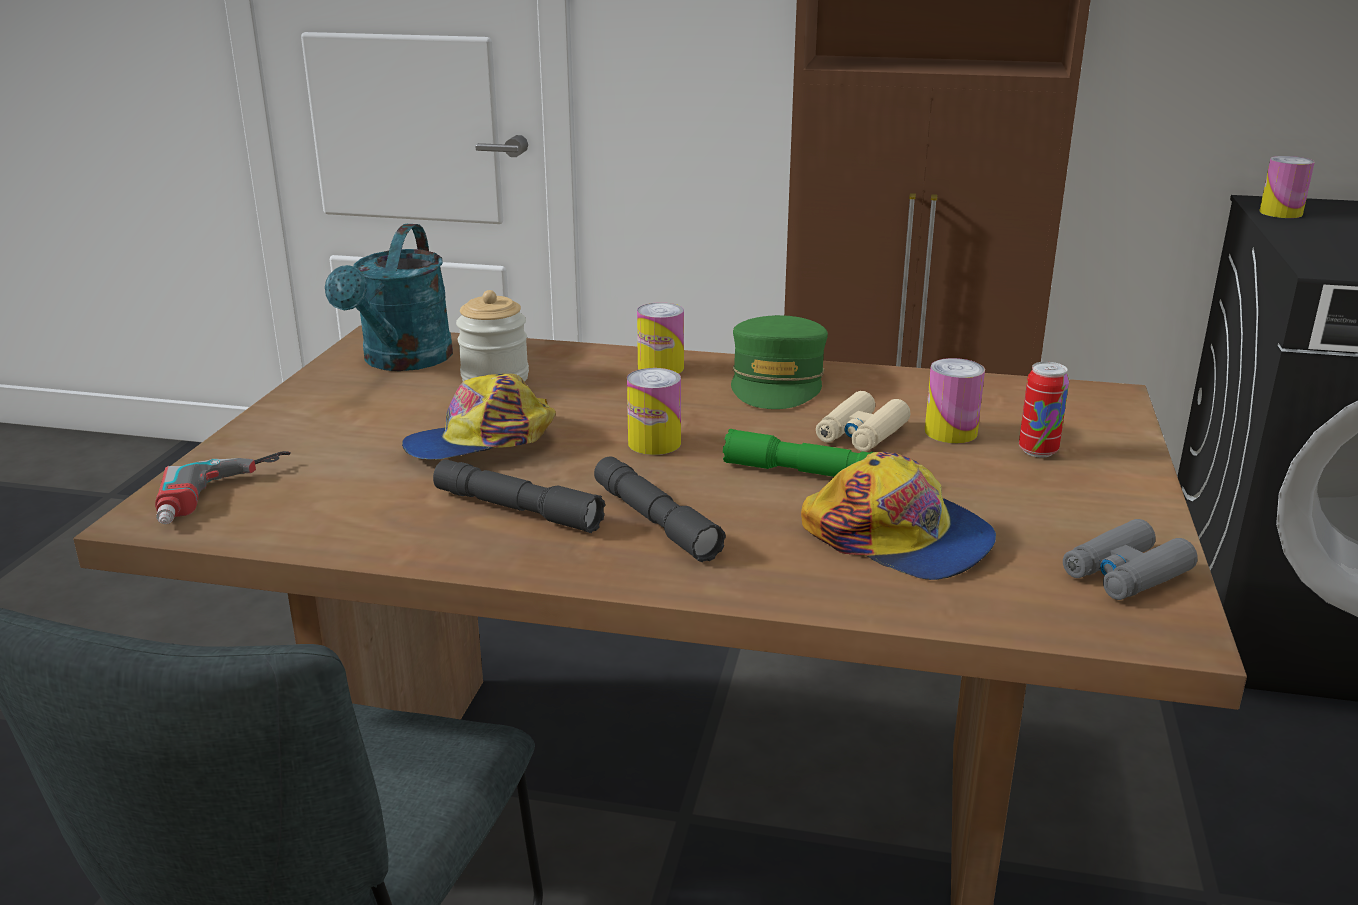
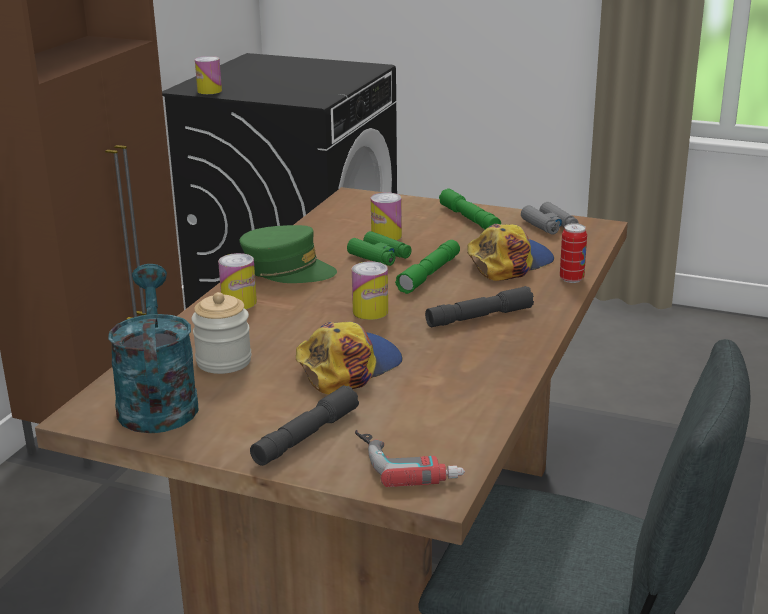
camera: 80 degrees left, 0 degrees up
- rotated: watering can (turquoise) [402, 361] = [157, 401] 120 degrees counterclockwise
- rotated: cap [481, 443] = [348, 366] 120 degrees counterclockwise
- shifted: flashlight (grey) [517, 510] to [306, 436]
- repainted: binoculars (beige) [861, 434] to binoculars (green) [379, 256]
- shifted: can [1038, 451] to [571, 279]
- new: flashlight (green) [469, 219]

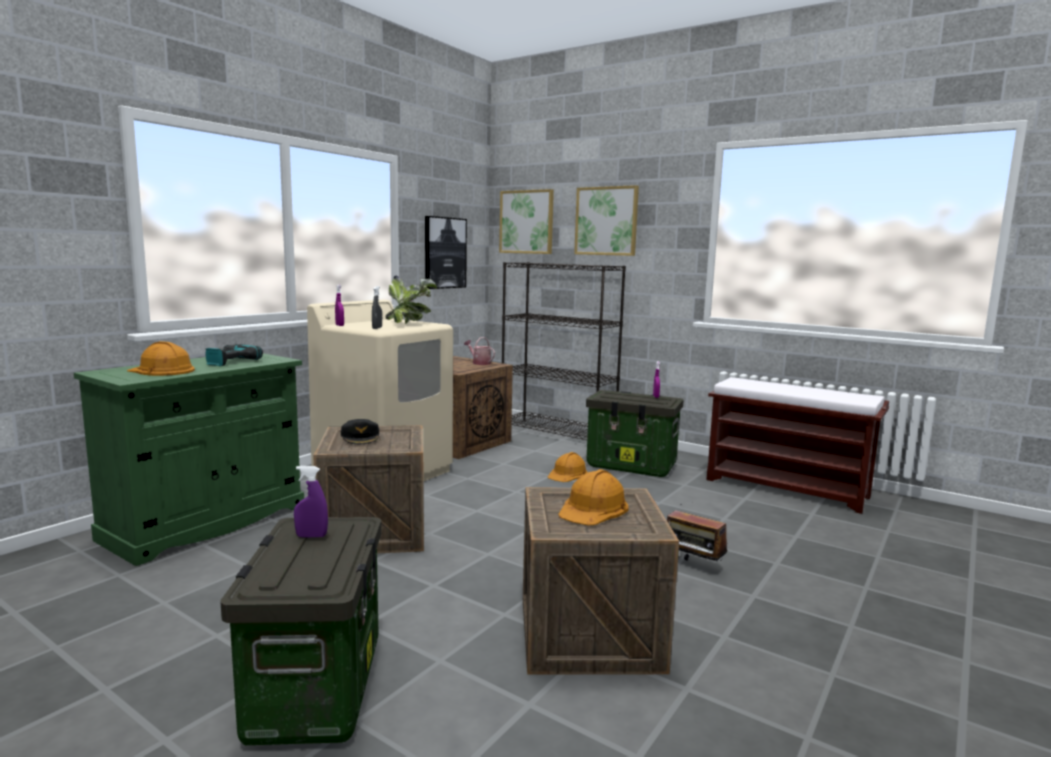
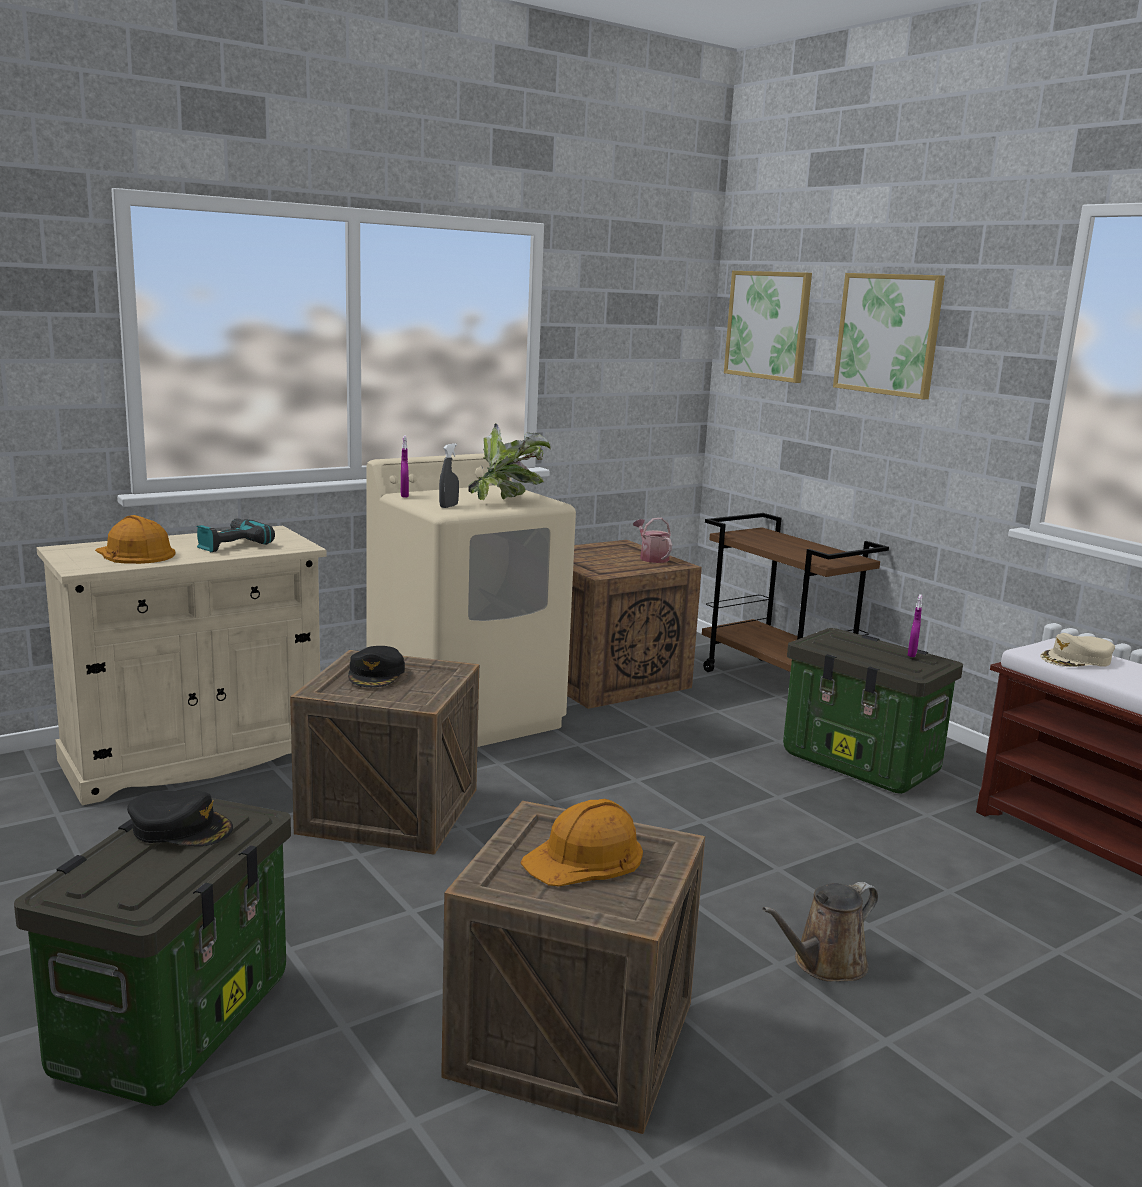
camera: 20 degrees right, 5 degrees up
- repainted: cabinet (green) [206, 522] to cabinet (beige) [194, 757]
- swapped: spray bottle (purple) [311, 536] to cap (black) [181, 828]
- gone: picture [444, 253]
- swapped: bookcase (black) [558, 433] to cart (brown) [779, 684]
- gone: hard hat (orange) [568, 474]
- swapped: radio [693, 565] to watering can (brown) [825, 964]
- new: cap (beige) [1077, 659]

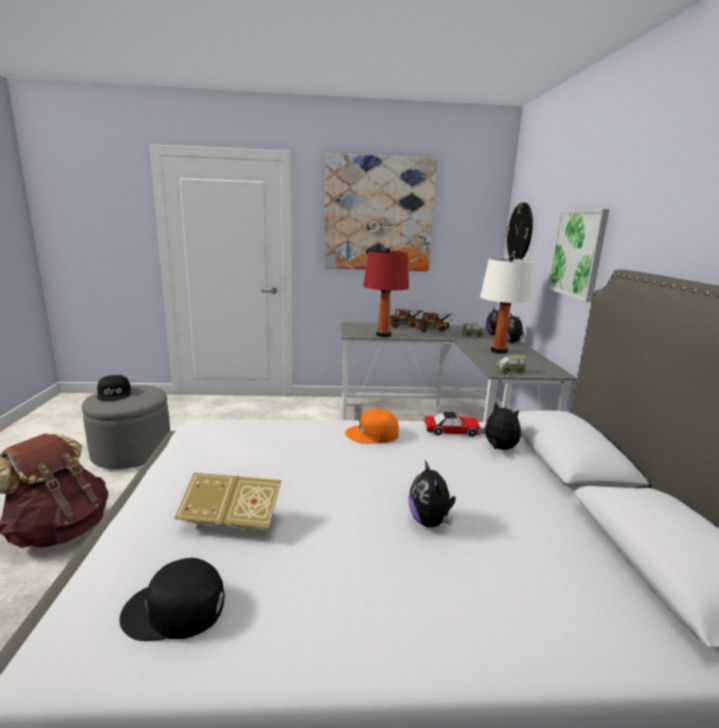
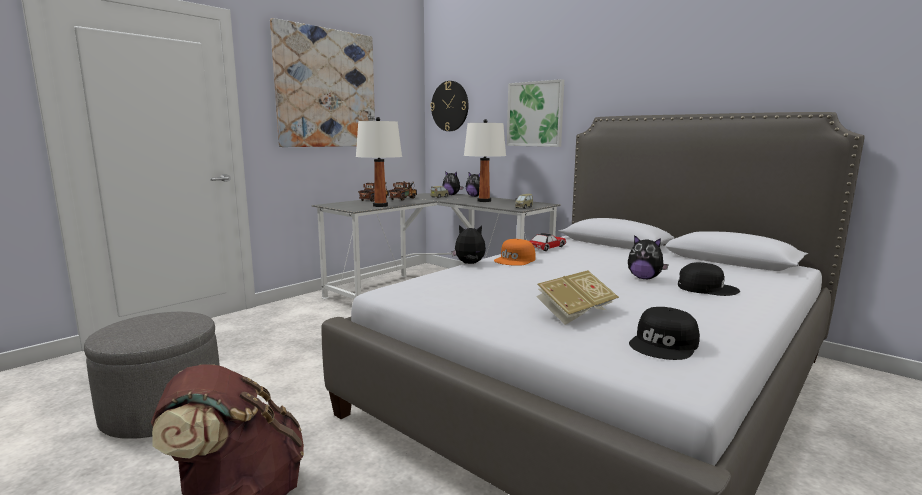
camera: 45 degrees left, 5 degrees down
- shifted: cap (black) [115, 393] to [706, 288]
- repainted: table lamp (red) [383, 335] to table lamp (white) [380, 206]
- shifted: plush toy [498, 448] to [469, 264]

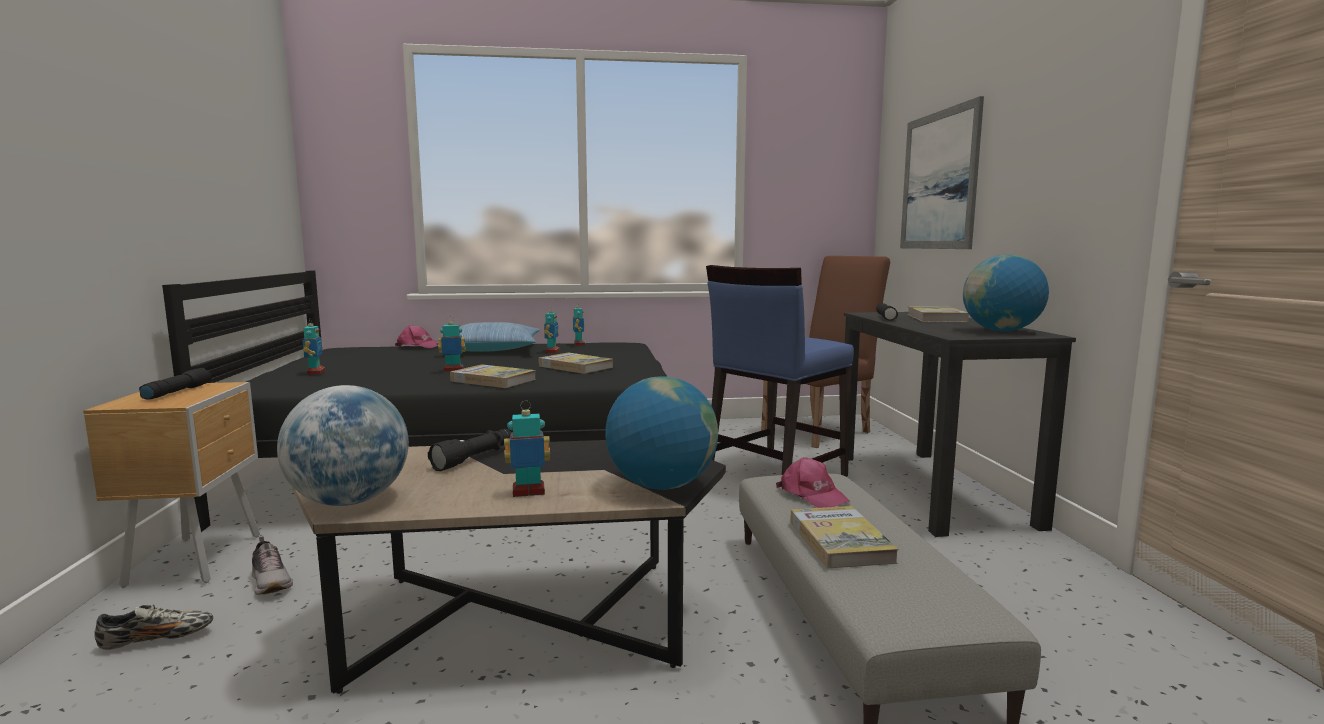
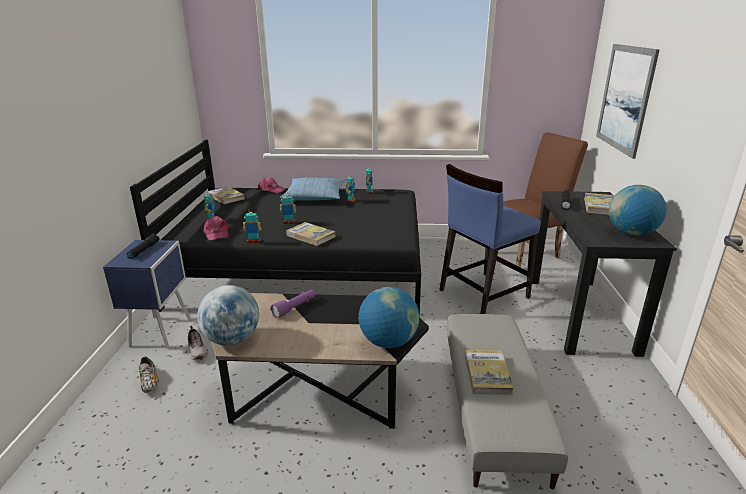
camera: 10 degrees right, 15 degrees up
- repainted: nightstand (brown) [199, 559] to nightstand (blue) [162, 330]
- rotated: shoe [157, 639] = [149, 381] 75 degrees clockwise
- repainted: flashlight (black) [475, 458] to flashlight (purple) [295, 308]
- shifted: toy robot [528, 492] to [254, 242]
- shifted: book [575, 366] to [226, 197]
- shifted: cap (pink) [812, 495] to [216, 233]

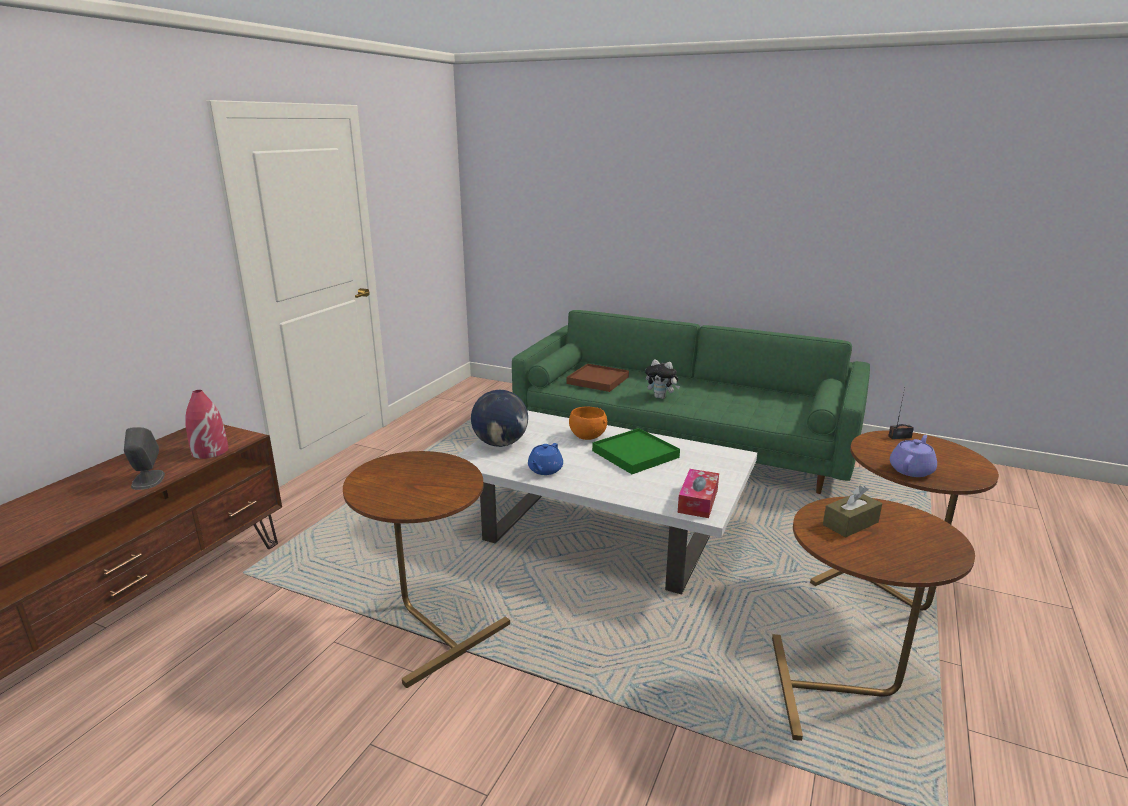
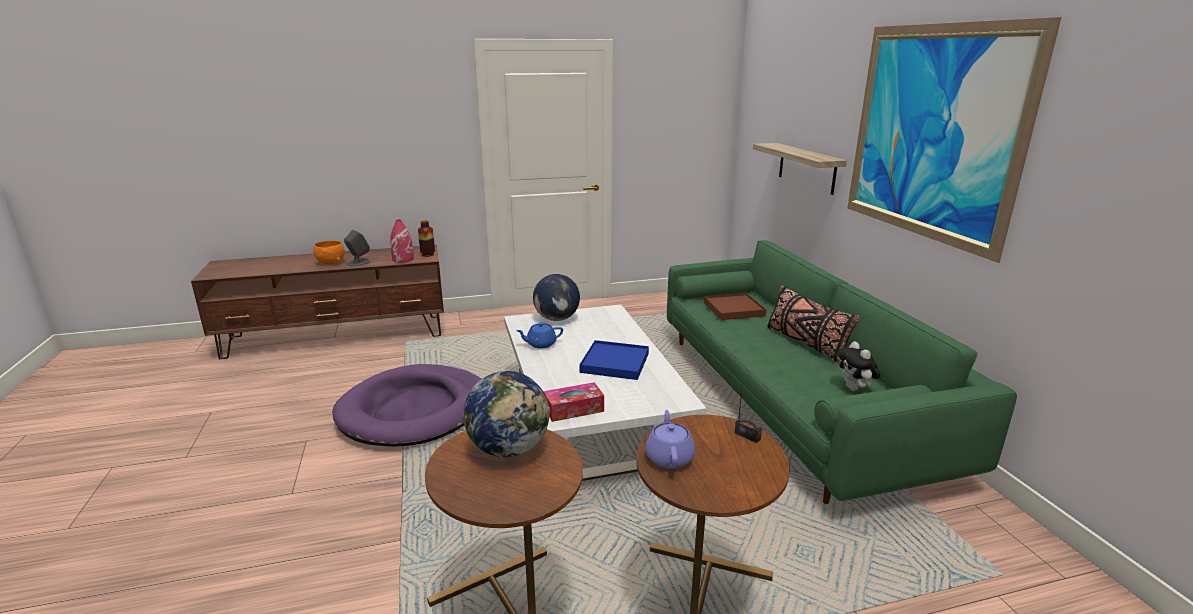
camera: 50 degrees right, 0 degrees up
- swapped: side table (brown) [428, 626] to dog bed (purple) [415, 410]
- shifted: bowl (orange) [587, 436] to [331, 262]
- repainted: tray (green) [635, 454] to tray (blue) [614, 363]
- shifted: plush toy [661, 397] to [855, 389]
- swapped: tissue box (brown) [850, 523] to globe [509, 449]
- rotated: teapot (purple) [911, 470] = [669, 457] 90 degrees counterclockwise
- new: vase [428, 254]
- new: shelf [807, 168]
- new: pillow (black) [806, 343]
- new: picture [931, 133]

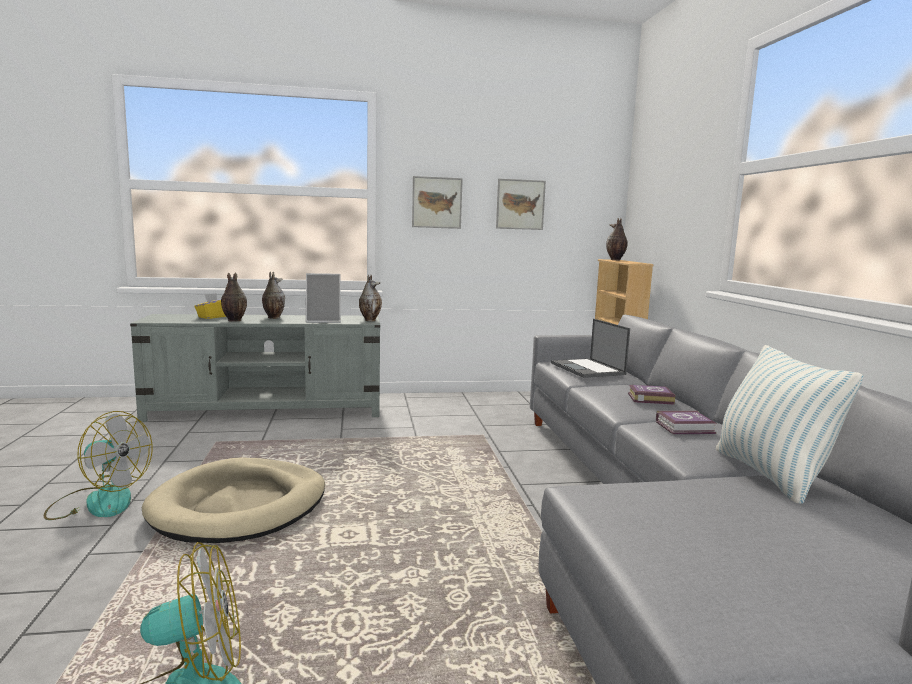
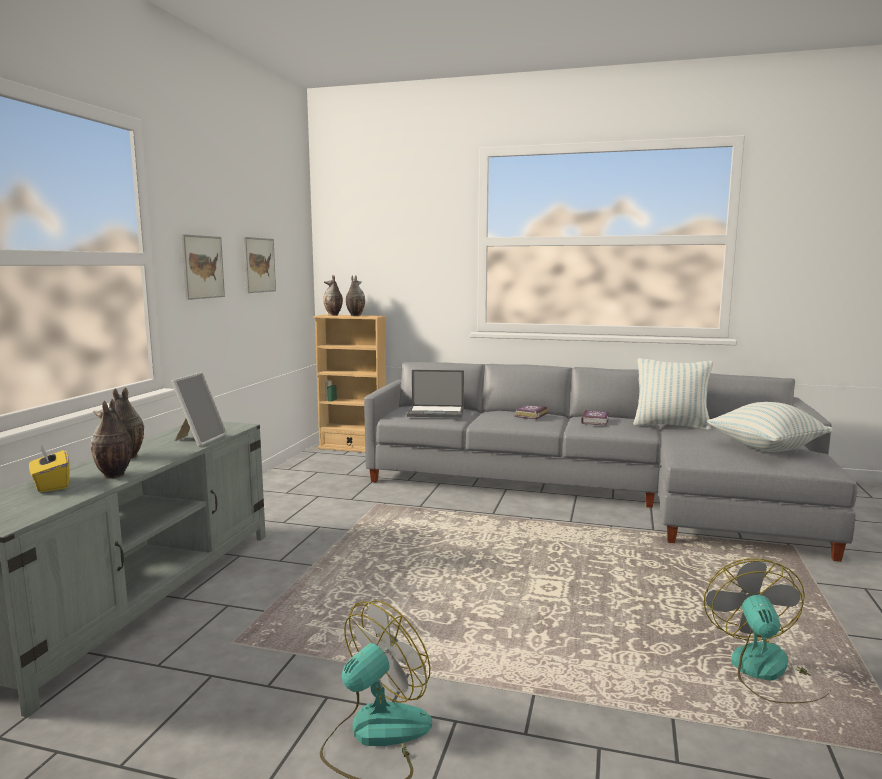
camera: 65 degrees left, 0 degrees up
- gone: dog bed (beige) [240, 506]
- shifted: vase [370, 320] to [355, 315]
- new: pillow [766, 448]

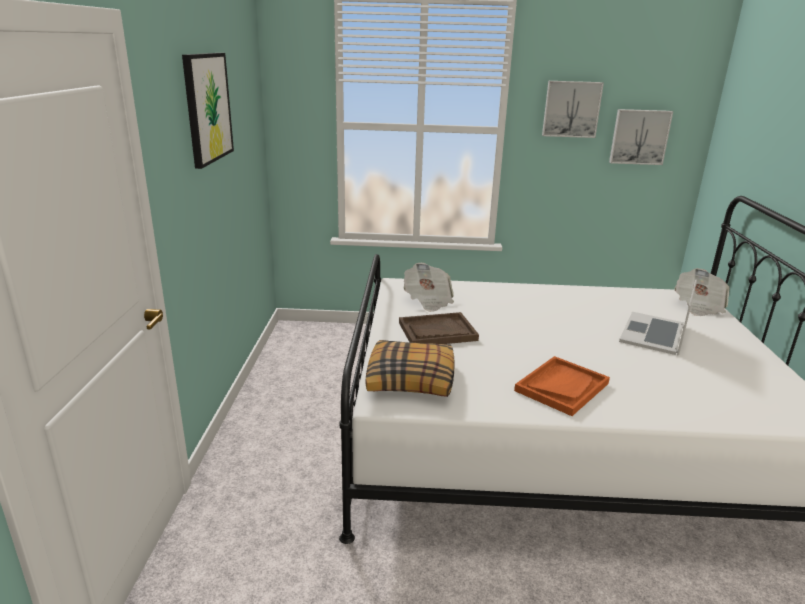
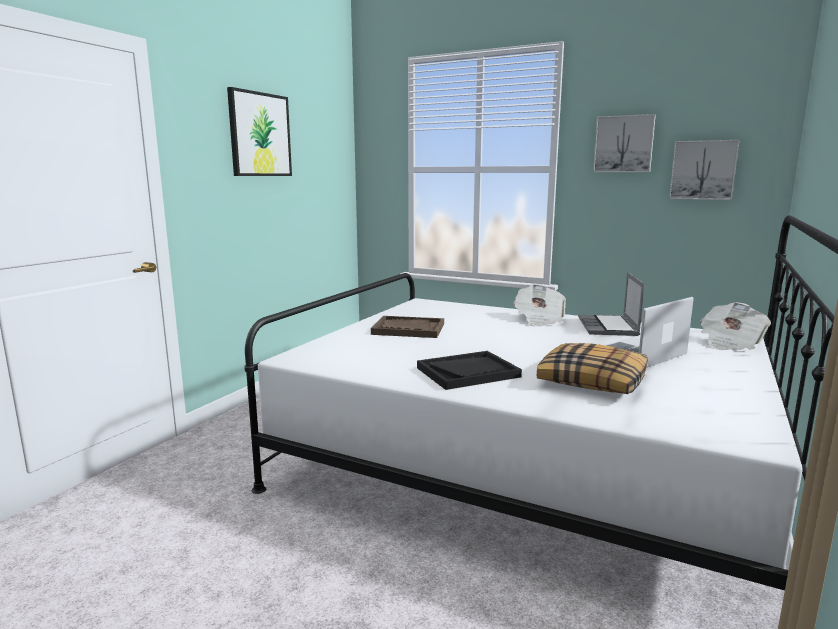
camera: 25 degrees right, 10 degrees down
- shifted: pillow [411, 379] to [593, 381]
- shifted: newspaper [428, 300] to [539, 320]
- repainted: tray (orange) [561, 387] to tray (black) [468, 372]
- new: laptop [609, 327]

